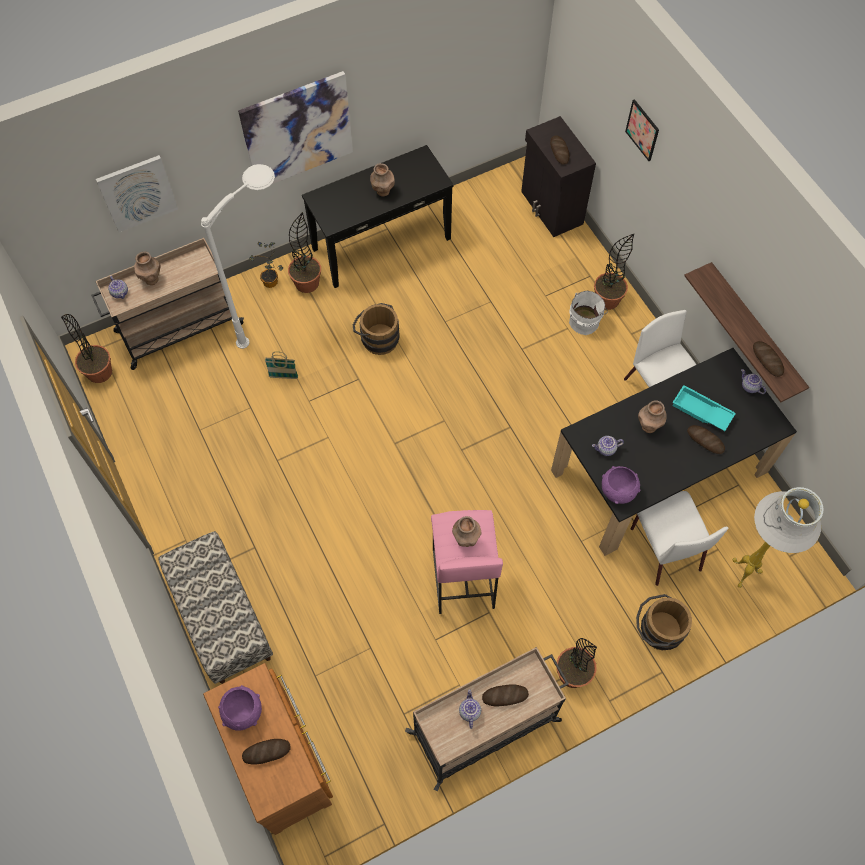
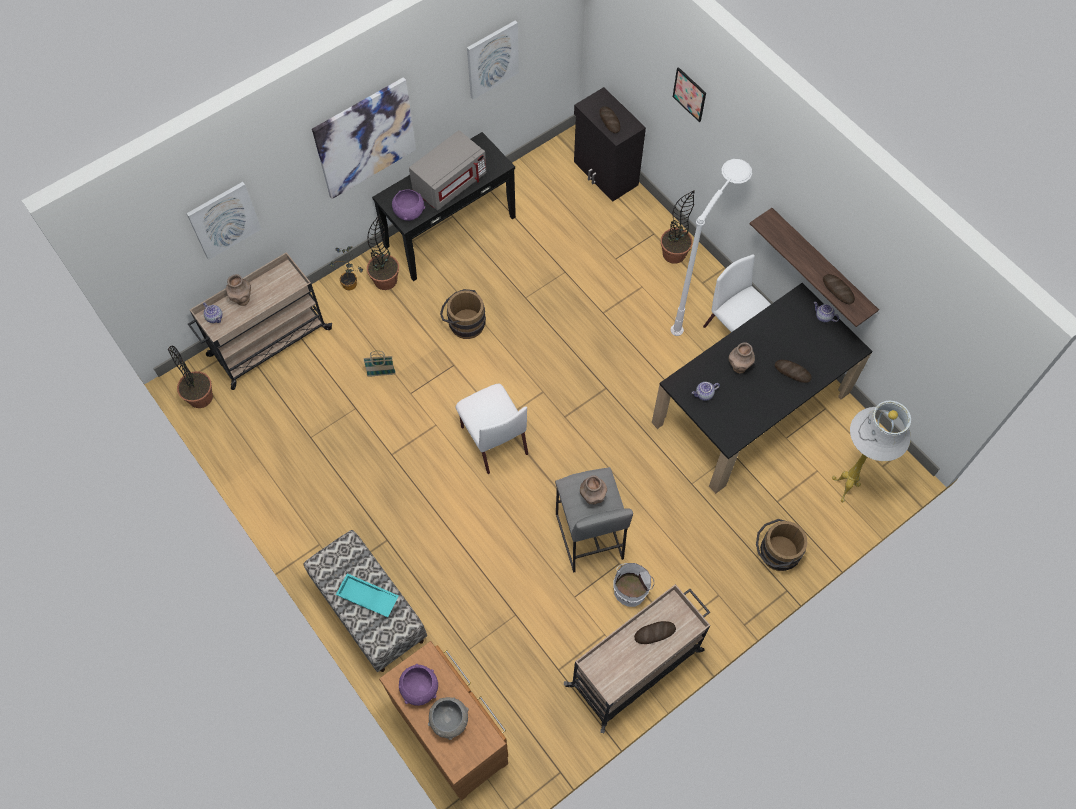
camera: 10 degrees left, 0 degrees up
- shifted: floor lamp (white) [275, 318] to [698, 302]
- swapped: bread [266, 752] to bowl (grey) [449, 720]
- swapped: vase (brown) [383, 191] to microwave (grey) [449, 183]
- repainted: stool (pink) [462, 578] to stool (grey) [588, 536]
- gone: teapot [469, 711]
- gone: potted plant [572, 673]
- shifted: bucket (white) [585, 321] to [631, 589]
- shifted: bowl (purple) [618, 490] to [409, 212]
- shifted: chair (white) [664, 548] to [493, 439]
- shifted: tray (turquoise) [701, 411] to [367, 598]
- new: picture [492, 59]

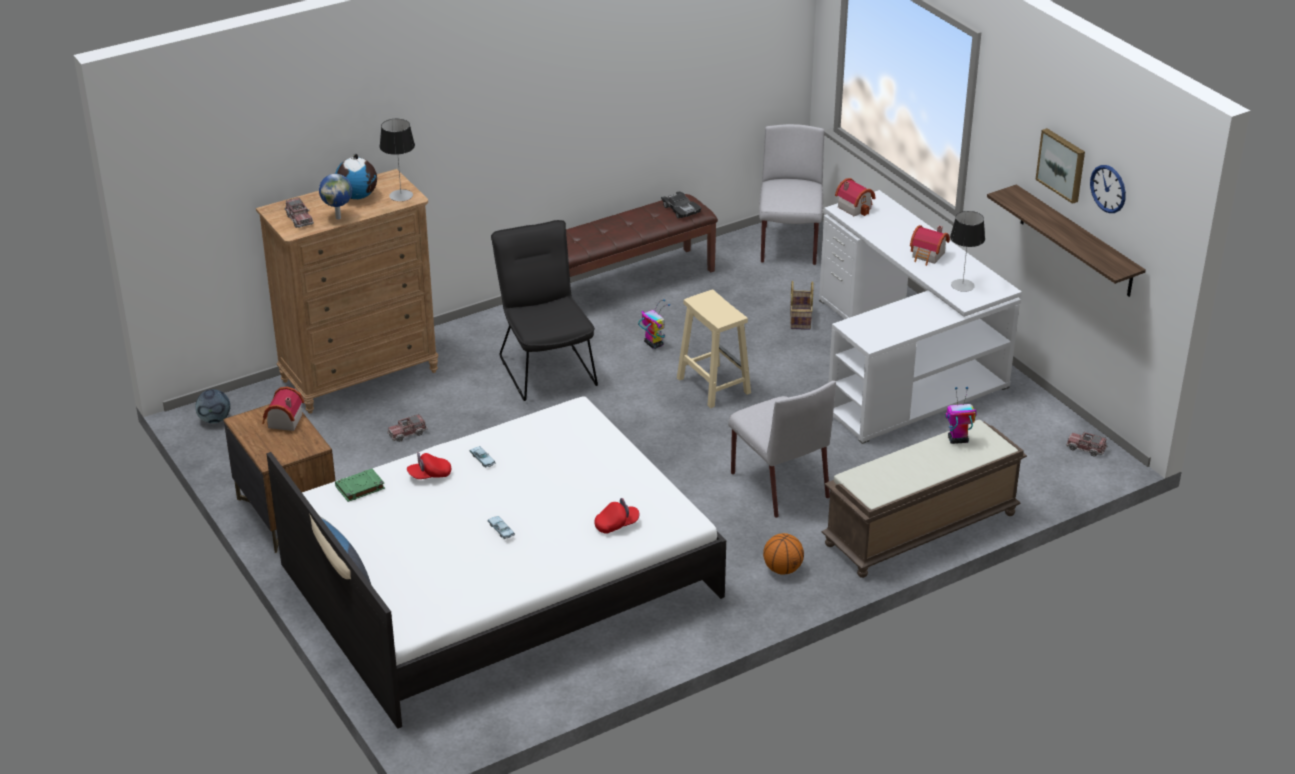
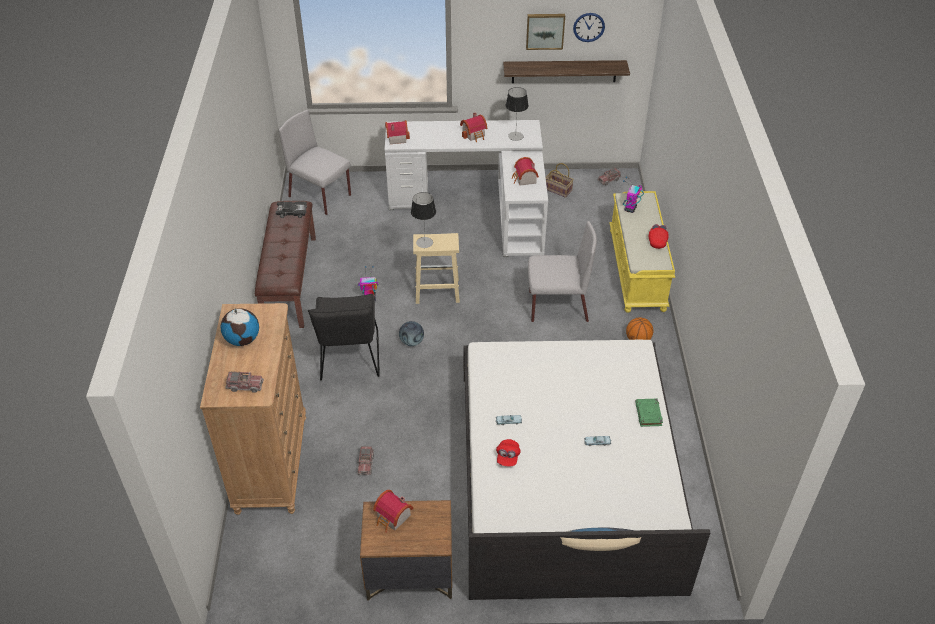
camera: 60 degrees left, 10 degrees up
- shifted: football [214, 420] to [411, 342]
- gone: globe [338, 217]
- shifted: book (green) [359, 488] to [648, 414]
- shifted: table lamp [401, 195] to [424, 242]
- rotated: chair (black) [545, 367] = [349, 359] 105 degrees counterclockwise
- shifted: cap (red) [616, 525] to [657, 240]
- shifted: basket [801, 320] to [559, 190]
- repainted: bench (brown) [920, 530] to bench (yellow) [638, 270]
- new: toy house [524, 179]

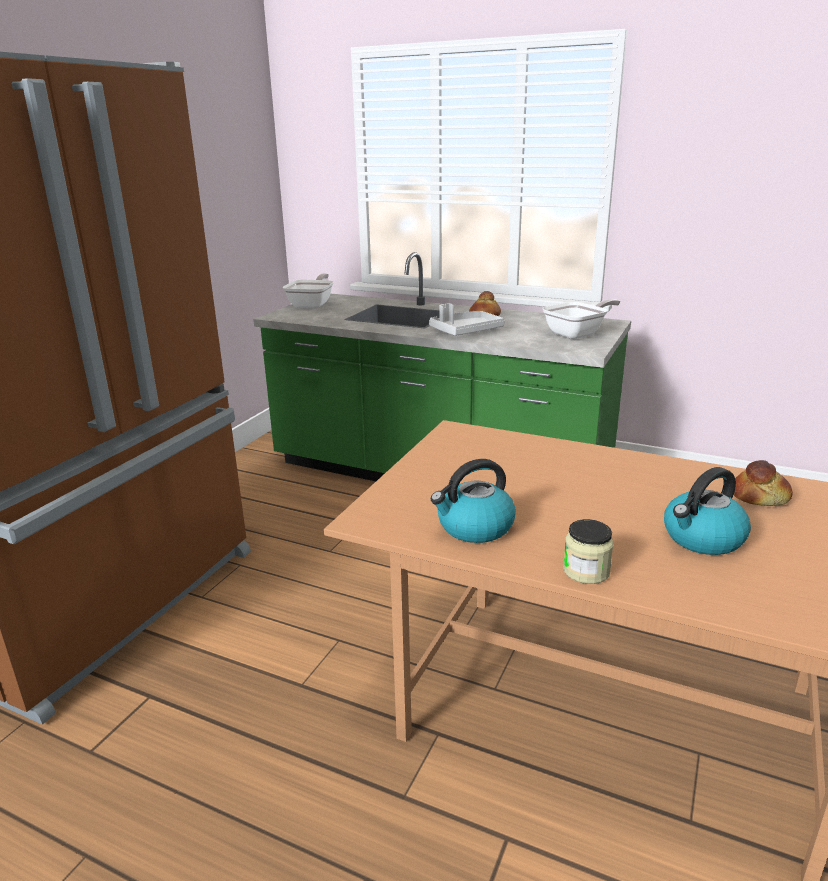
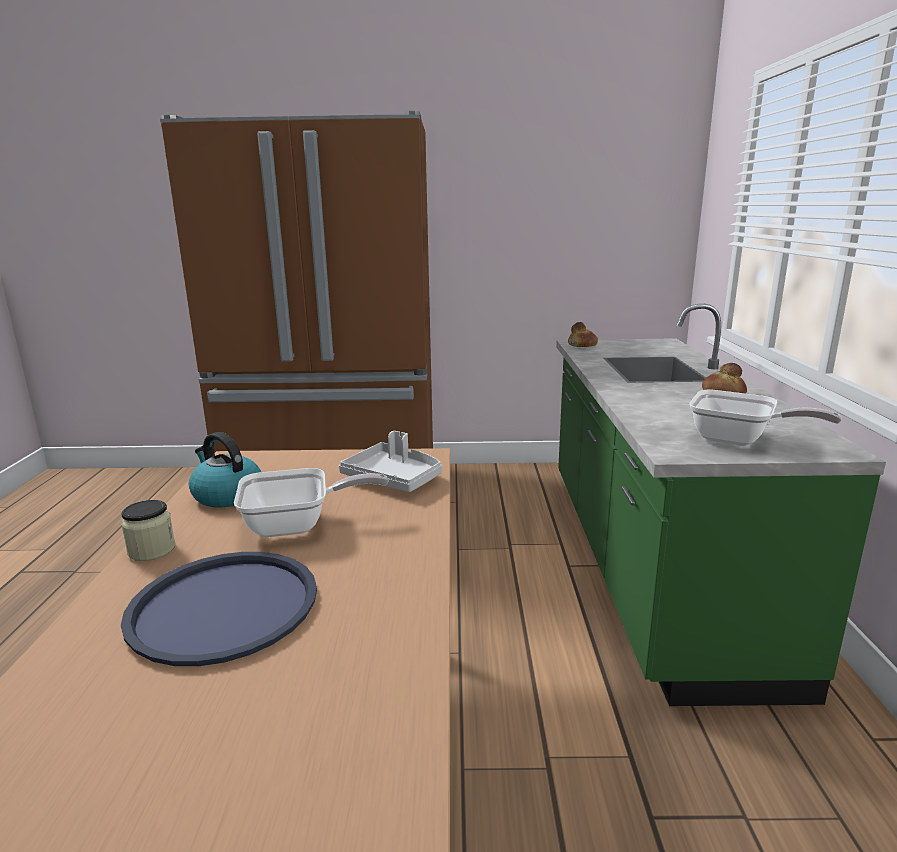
camera: 65 degrees right, 5 degrees down
- shifted: frying pan [312, 305] to [297, 525]
- shifted: tray (grey) [465, 332] to [394, 478]
- swapped: kettle [702, 538] to tray (blue) [224, 606]
- shifted: bread [760, 497] to [582, 345]

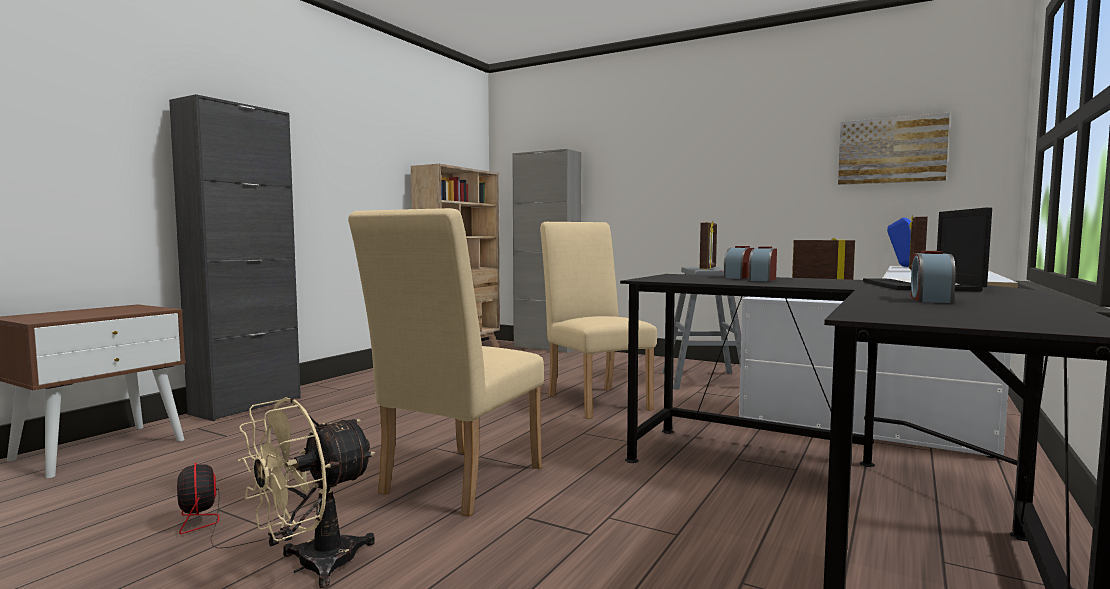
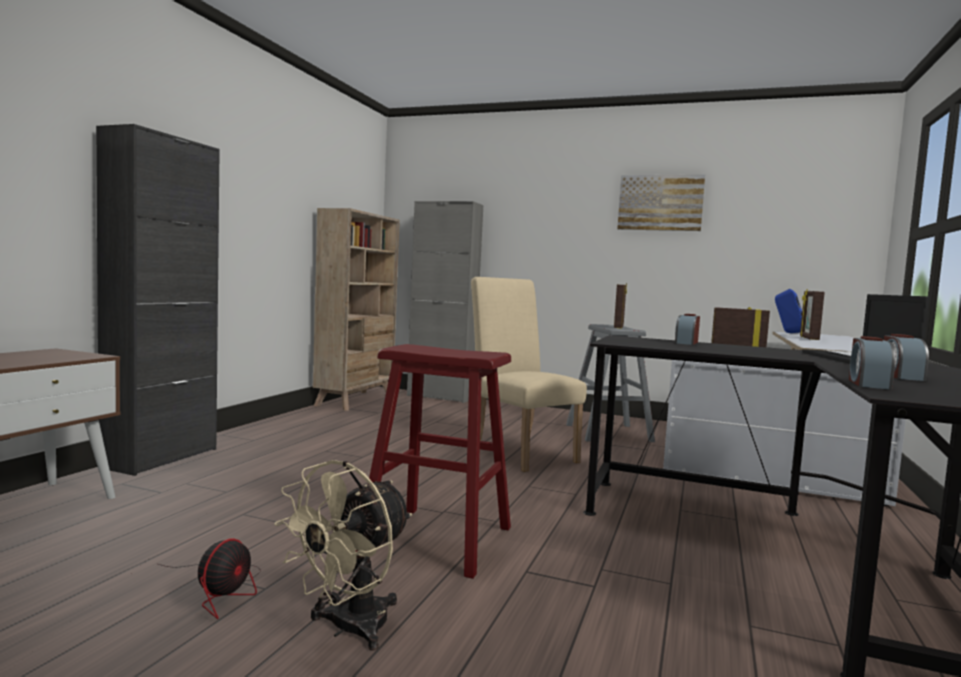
camera: 10 degrees left, 0 degrees up
- rotated: fan [220, 525] = [222, 590] 120 degrees counterclockwise
- swapped: chair (beige) [454, 484] to stool (red) [437, 539]
- shifted: alarm clock [762, 280] to [868, 384]
- shifted: picture [891, 150] to [660, 203]

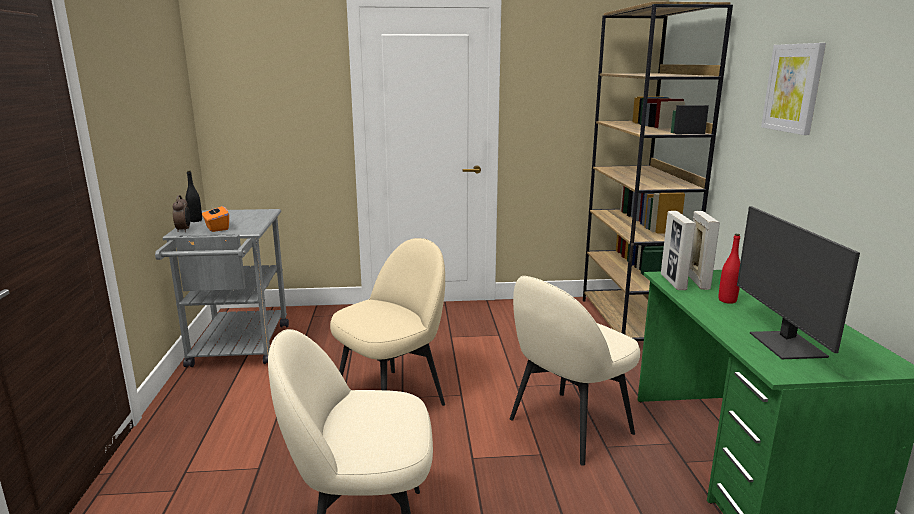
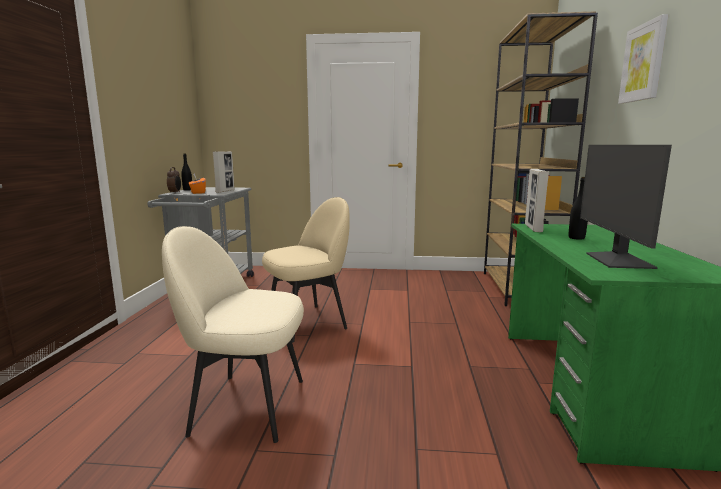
camera: 10 degrees right, 5 degrees down
- gone: chair (beige) [568, 427]
- shifted: picture frame [697, 281] to [225, 191]
- repainted: bottle (red) [727, 300] to bottle (black) [576, 238]

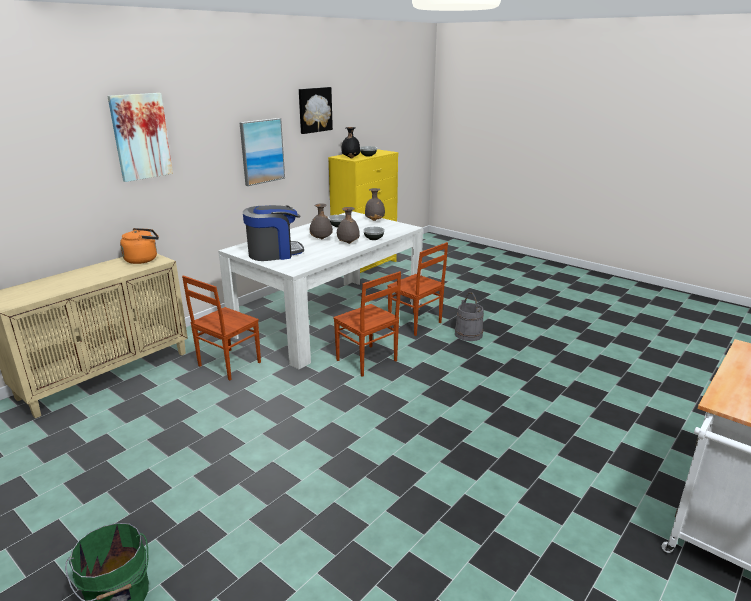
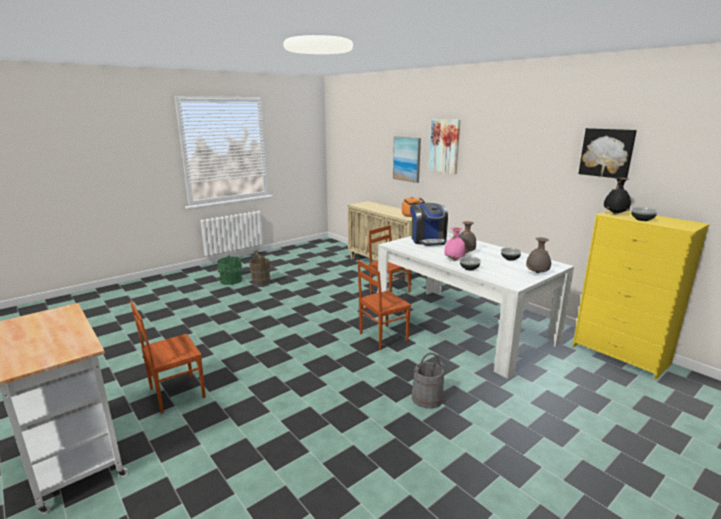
camera: 100 degrees right, 5 degrees down
- shifted: picture [262, 151] to [407, 159]
- repainted: vase (grey) [348, 243] to vase (pink) [454, 259]
- shifted: chair (brown) [415, 324] to [176, 393]
- new: bucket (brown) [261, 283]

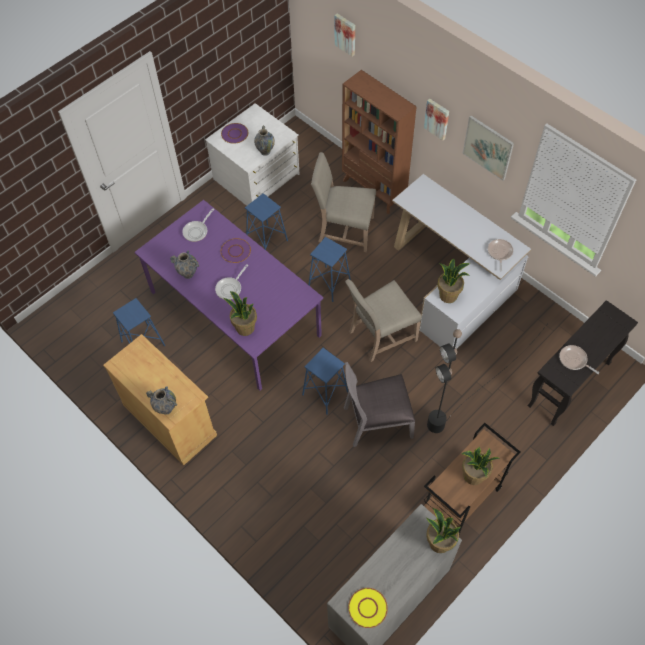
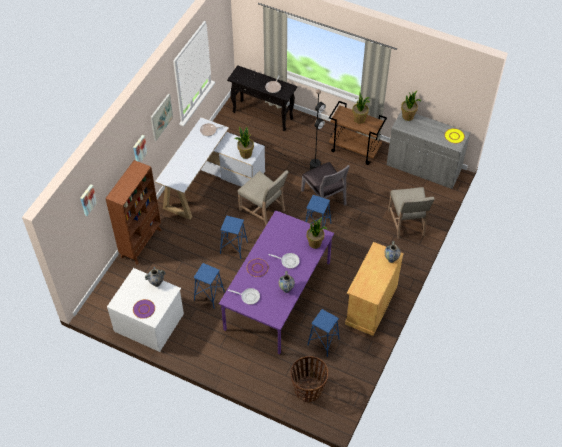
camera: 110 degrees left, 5 degrees down
- shifted: chair (beige) [344, 230] to [407, 224]
- new: basket [308, 389]

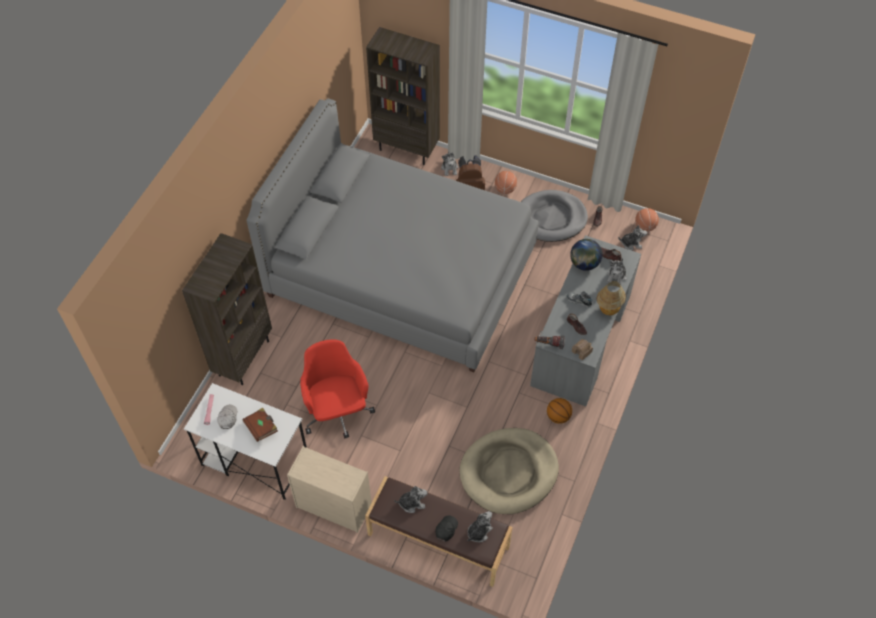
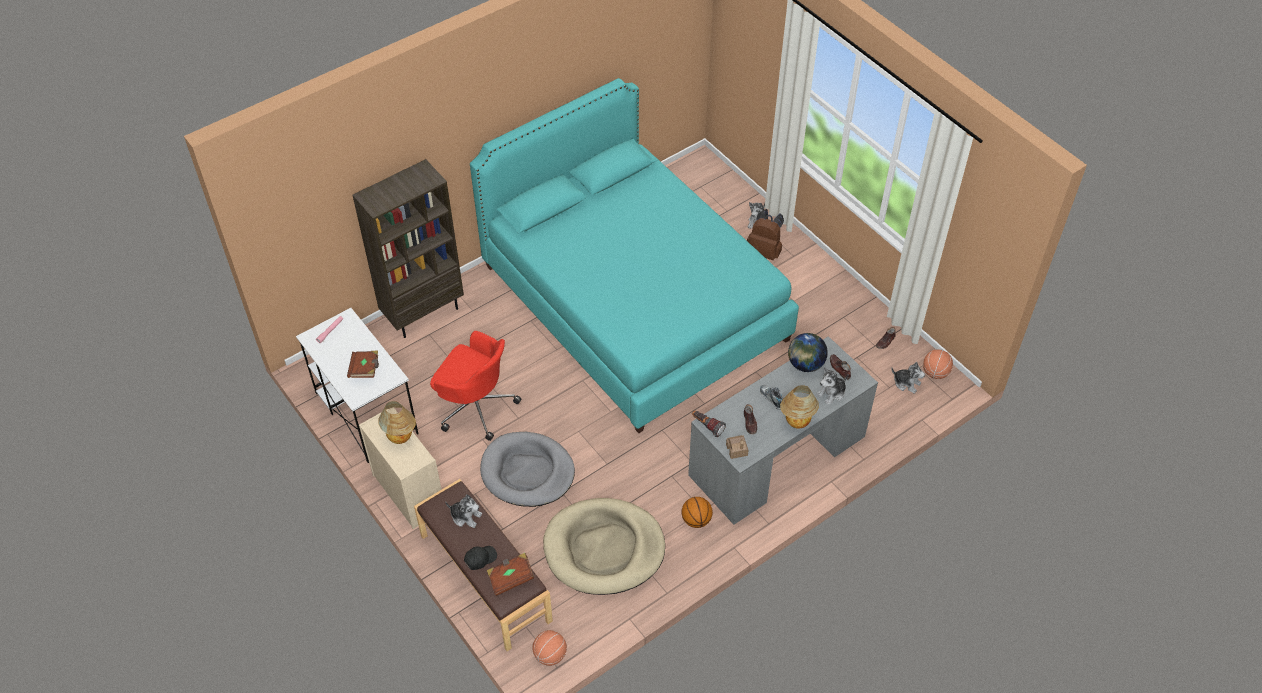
camera: 30 degrees right, 5 degrees down
- gone: cap (white) [227, 418]
- repainted: bed (grey) [401, 272] to bed (turquoise) [634, 303]
- rotated: office chair (red) [337, 412] = [475, 406] 105 degrees clockwise
- gone: bookcase (brown) [407, 149]
- swapped: plush toy [478, 531] to book (brown) [510, 578]
- shifted: basketball [505, 189] to [550, 655]
- shifted: dog bed (grey) [551, 218] to [527, 472]
- new: table lamp [401, 438]

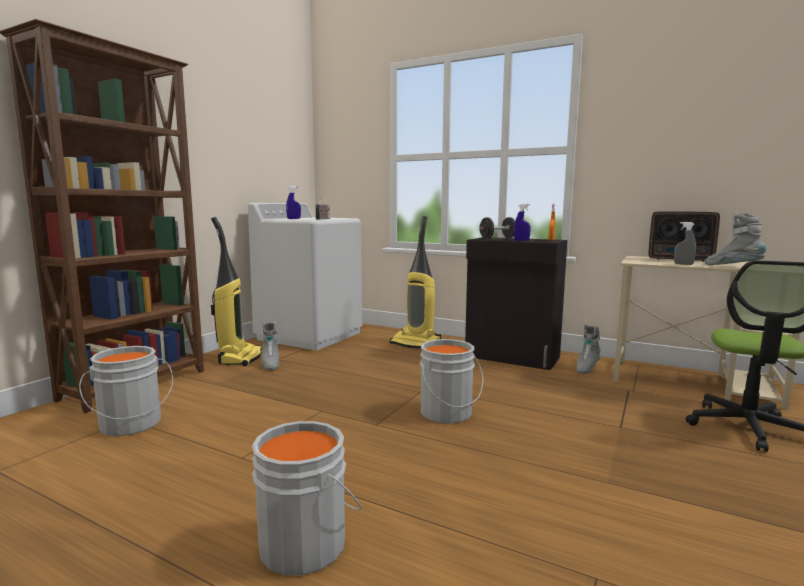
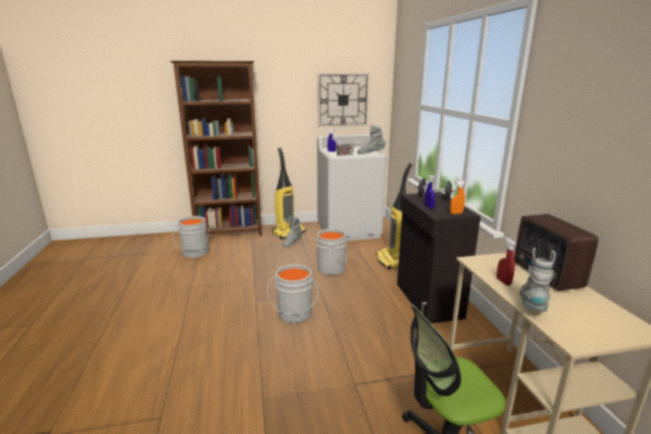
camera: 50 degrees right, 10 degrees up
- shifted: bucket (grey) [307, 543] to [332, 268]
- shifted: boot (grey) [586, 368] to [370, 153]
- repainted: spray bottle (grey) [683, 264] to spray bottle (red) [503, 282]
- new: wall clock [343, 100]

